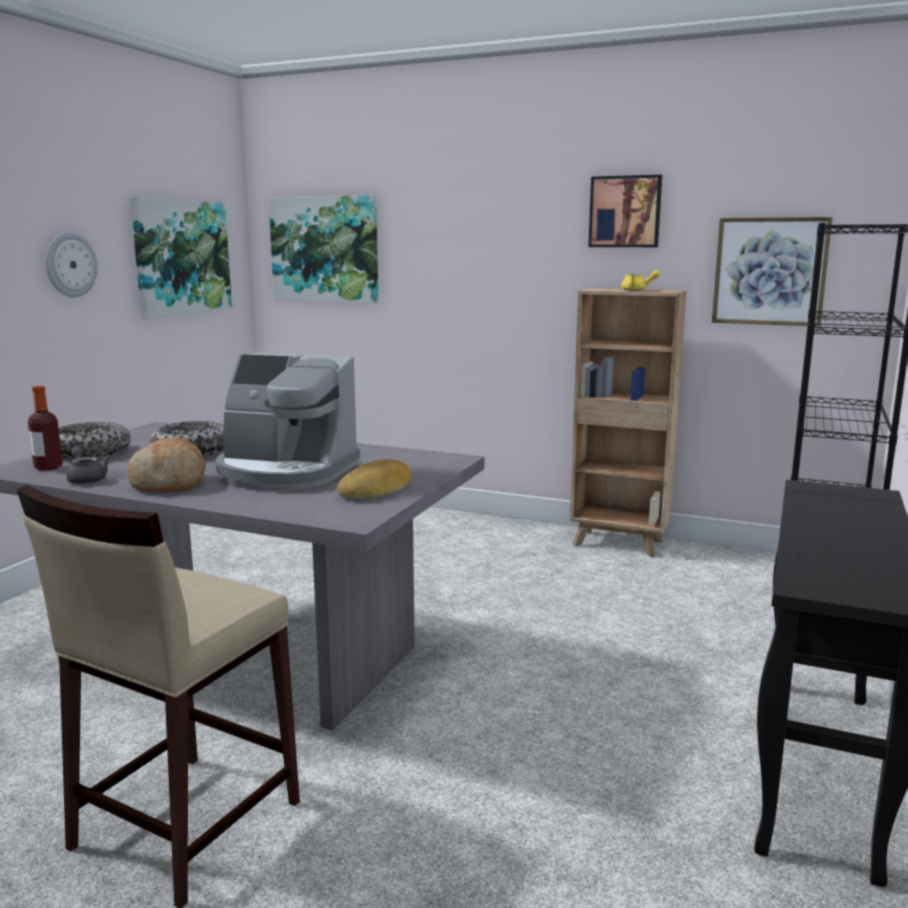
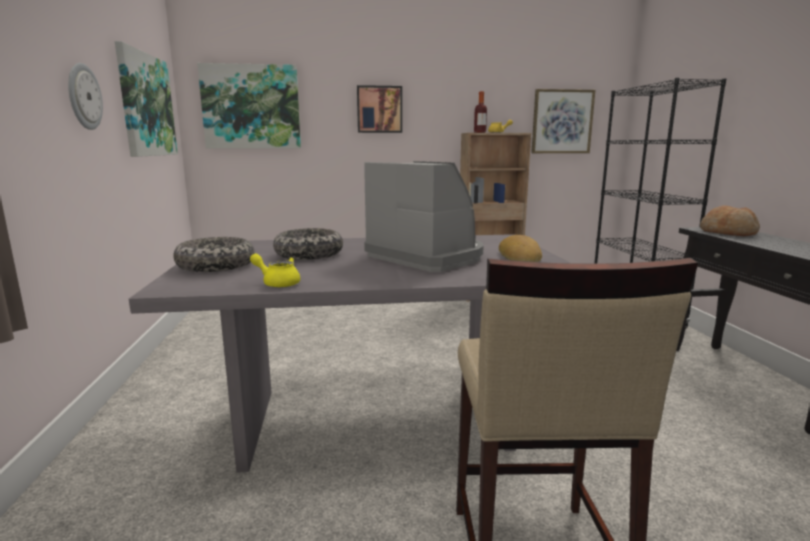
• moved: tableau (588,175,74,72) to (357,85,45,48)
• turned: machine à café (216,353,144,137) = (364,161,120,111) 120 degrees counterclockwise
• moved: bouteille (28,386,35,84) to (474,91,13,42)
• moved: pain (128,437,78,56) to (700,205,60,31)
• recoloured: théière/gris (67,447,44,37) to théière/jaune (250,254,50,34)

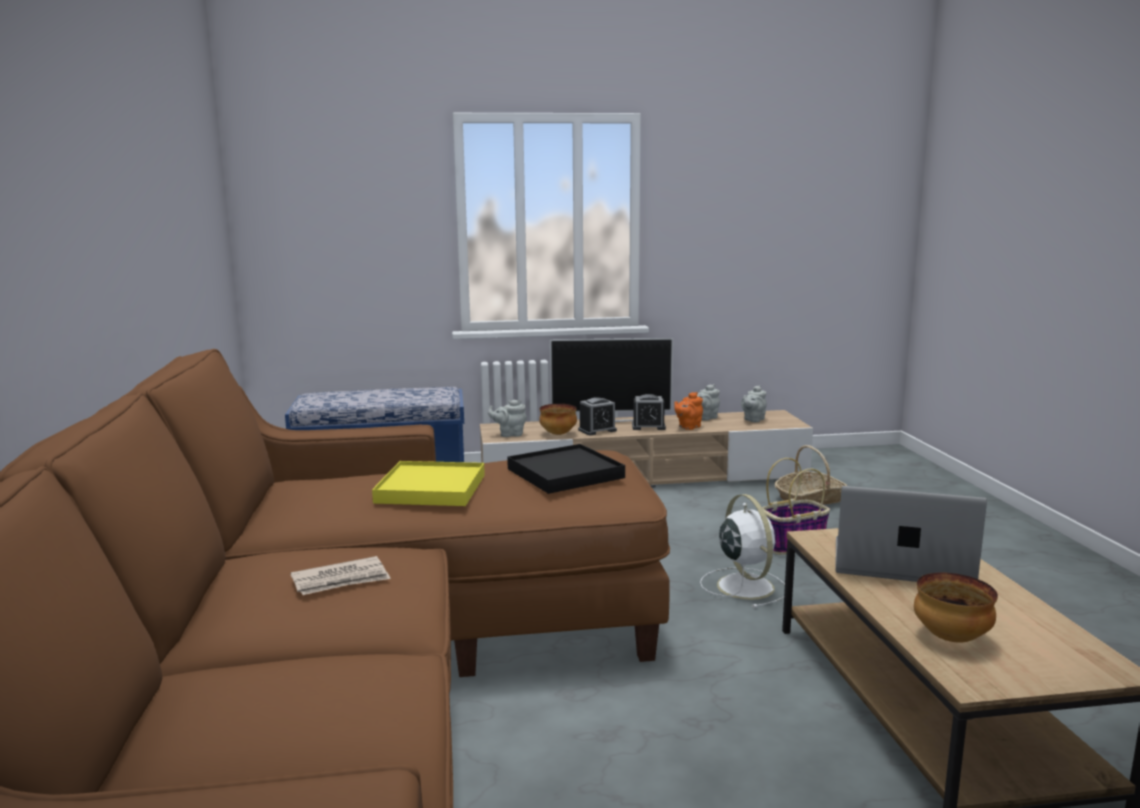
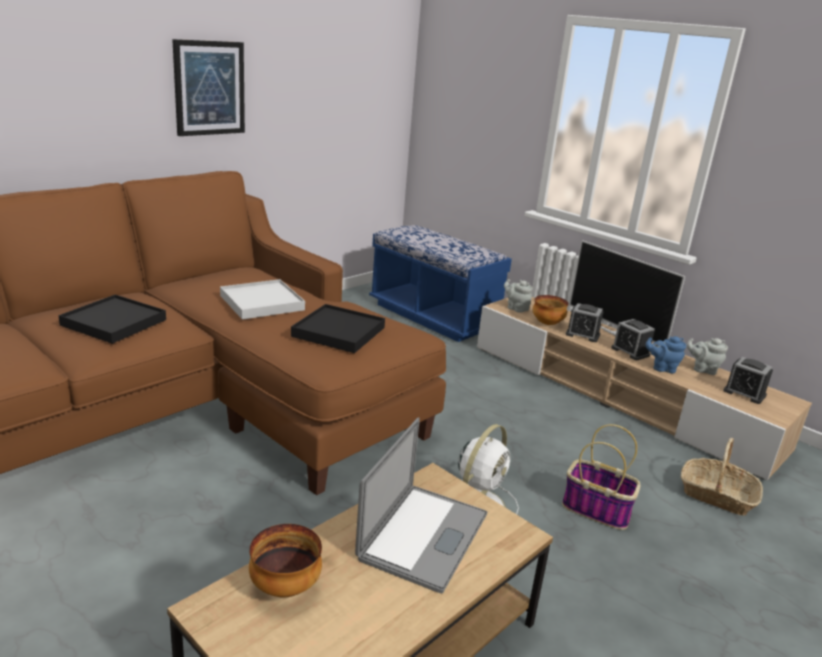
• replaced: théière/gris (741,385,26,37) to réveil (723,357,50,47)
• recoloured: théière/orange (674,392,29,38) to théière/bleu (646,336,40,37)
• recoloured: plateau/jaune (372,461,113,45) to plateau/blanc (220,279,85,41)
• turned: ordinateur portable (836,486,151,96) = (355,417,132,176) 45 degrees clockwise
• replaced: journal (290,556,101,39) to plateau/noir (58,295,108,49)
• added: tableau (172,39,73,97)

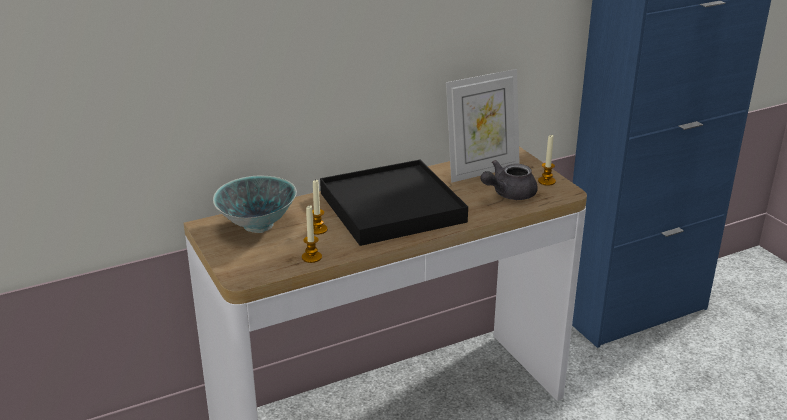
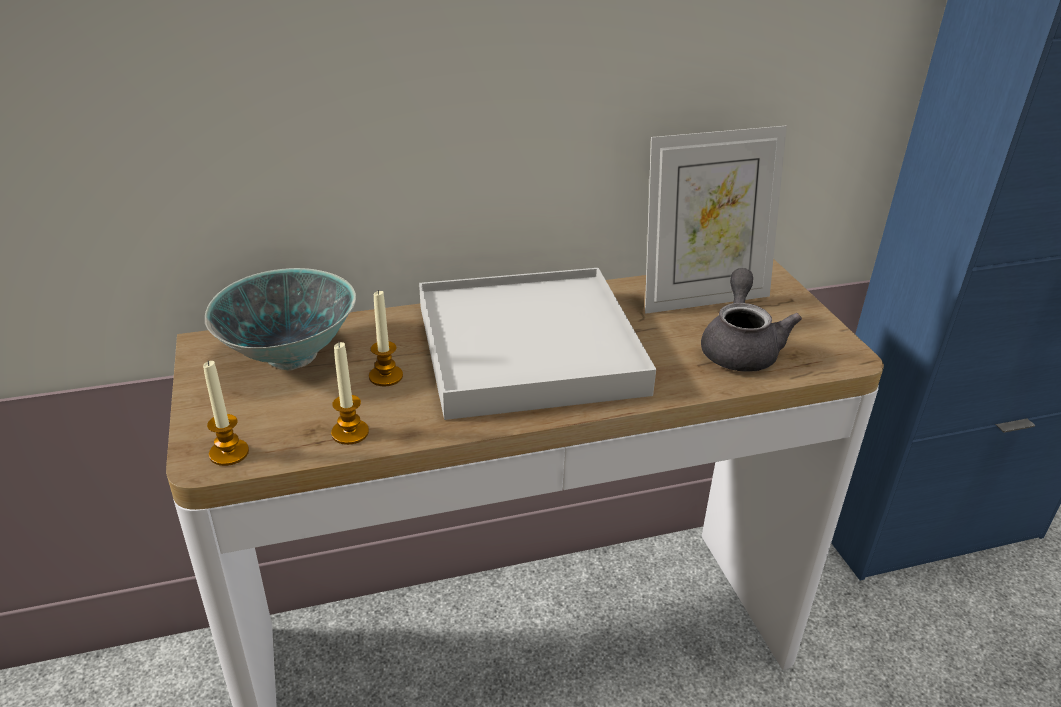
• moved: bougie (538,135,18,51) to (203,361,46,105)
• recoloured: plateau/noir (320,160,148,86) to plateau/blanc (419,268,237,152)
• turned: théière/gris (481,160,57,40) = (701,268,101,104) 120 degrees clockwise

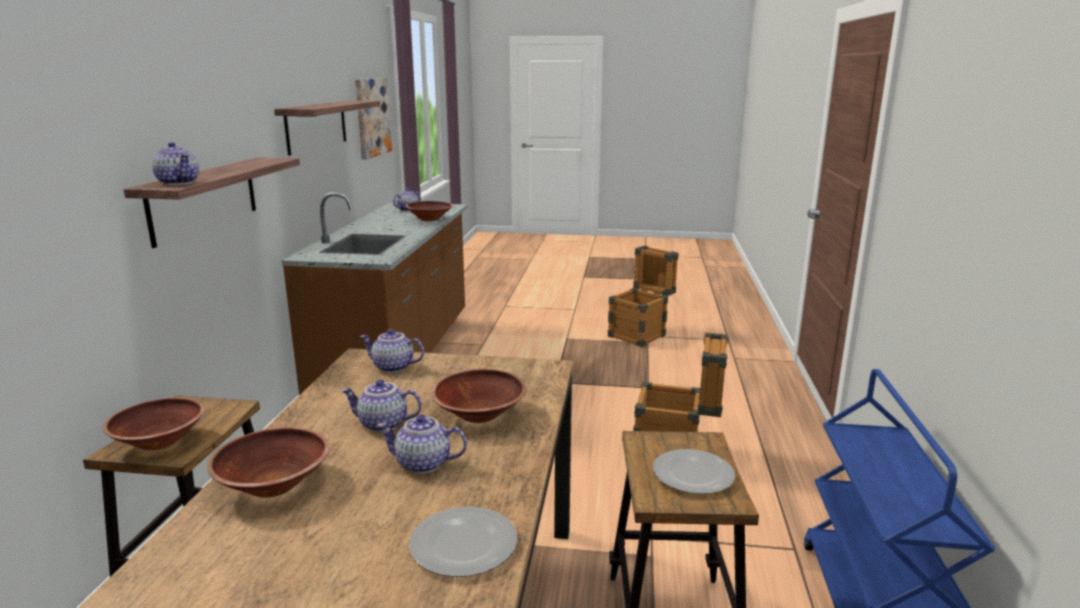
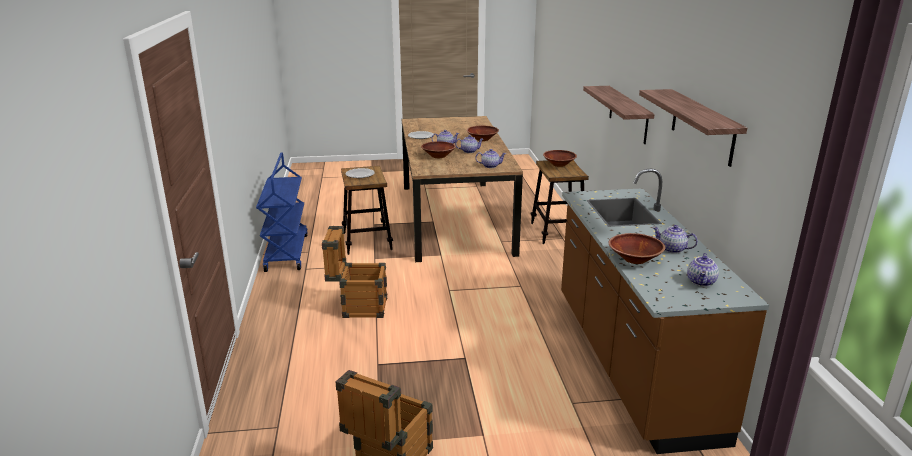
• removed: tableau (355,78,37,81)
• moved: théière (152,142,47,43) to (652,225,46,29)

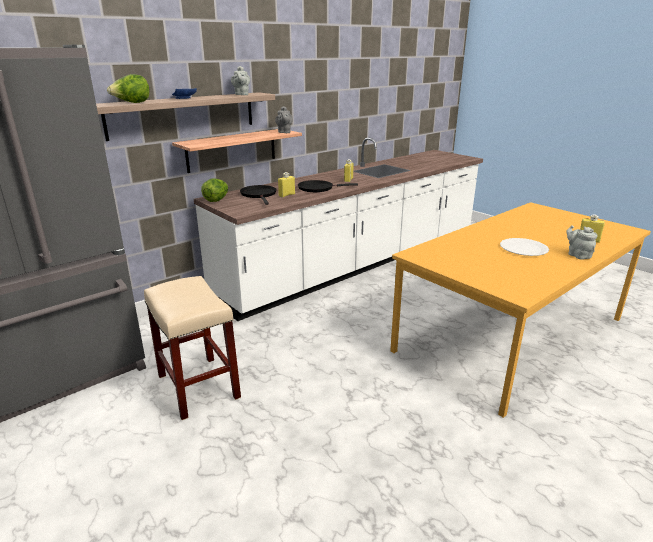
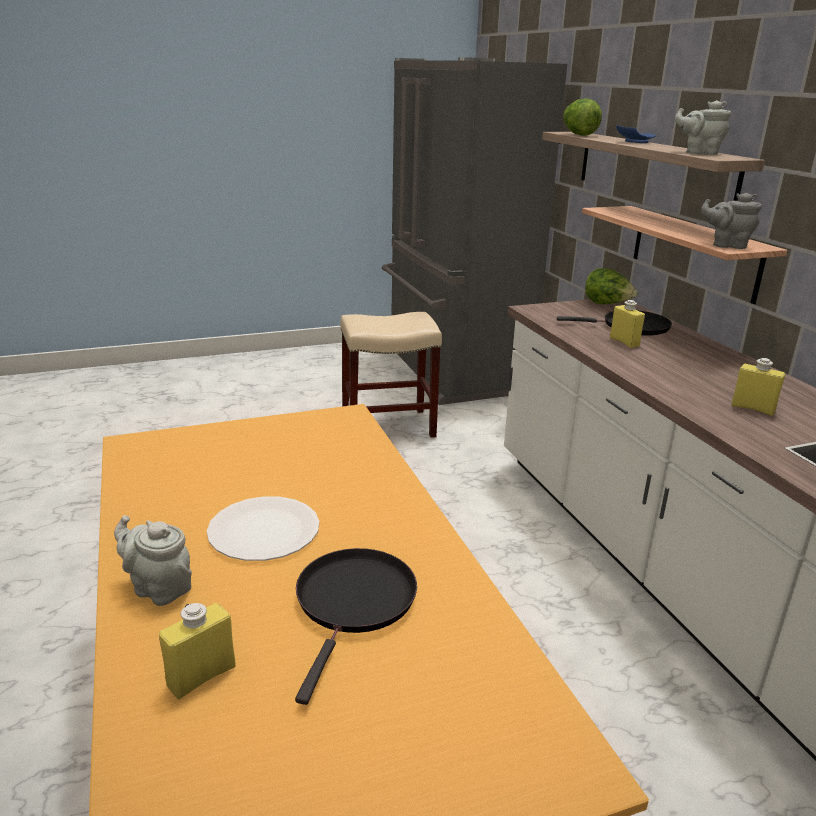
• moved: poêle/noir (298,180,60,12) to (295,548,122,157)
• turned: théière/gris (566,225,32,35) = (114,515,78,91) 150 degrees counterclockwise

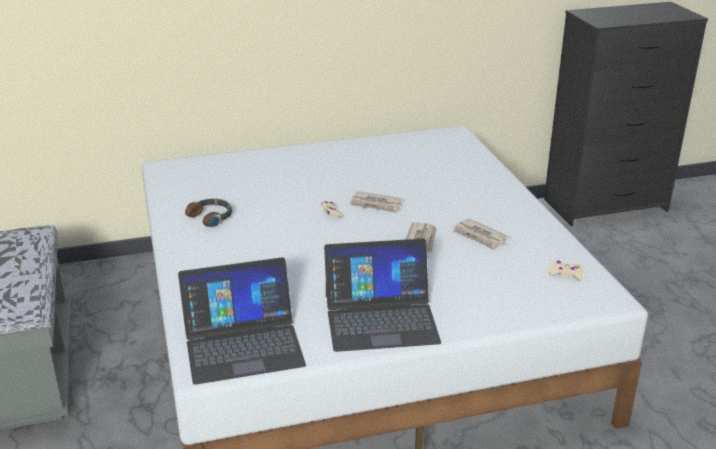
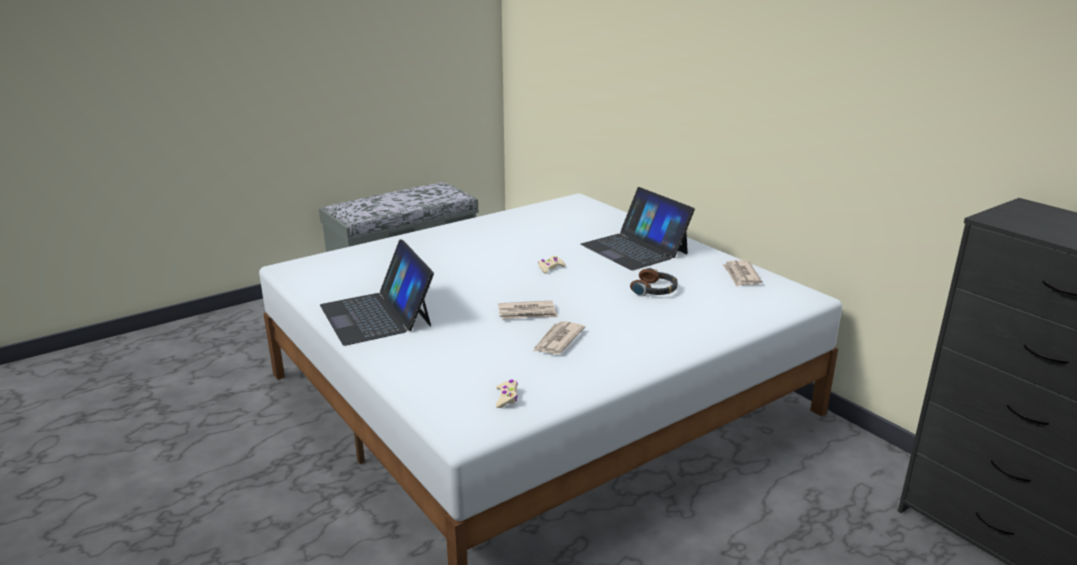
• moved: journal (350,191,53,22) to (722,260,40,27)
• moved: casque audio (185,198,47,29) to (630,268,48,28)
• moved: ordinateur portable (178,257,128,128) to (580,187,115,83)

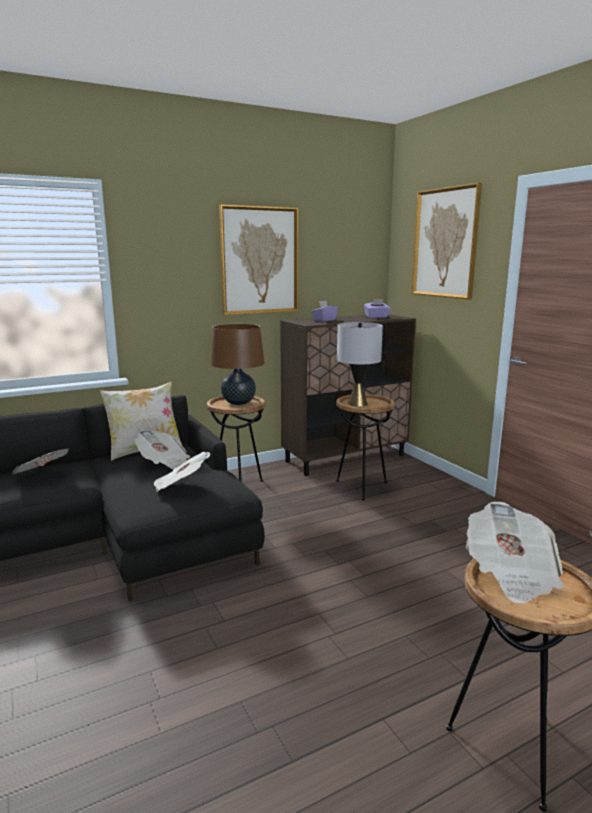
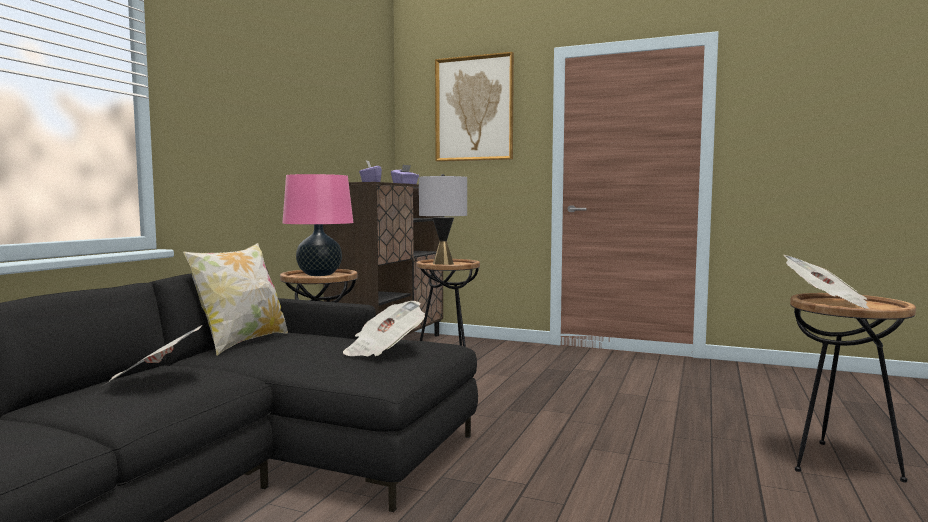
• removed: tableau (219,205,79,110)
• recoloured: lampe de table/marron (210,324,55,81) to lampe de table/rose (282,174,71,102)
• removed: journal (134,430,56,39)

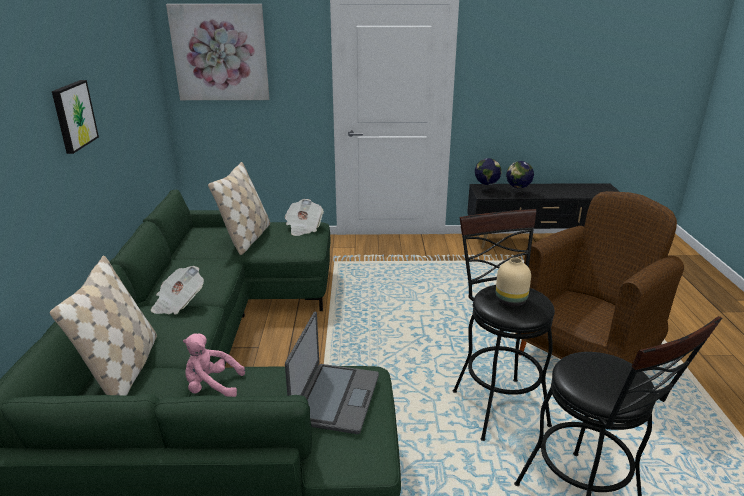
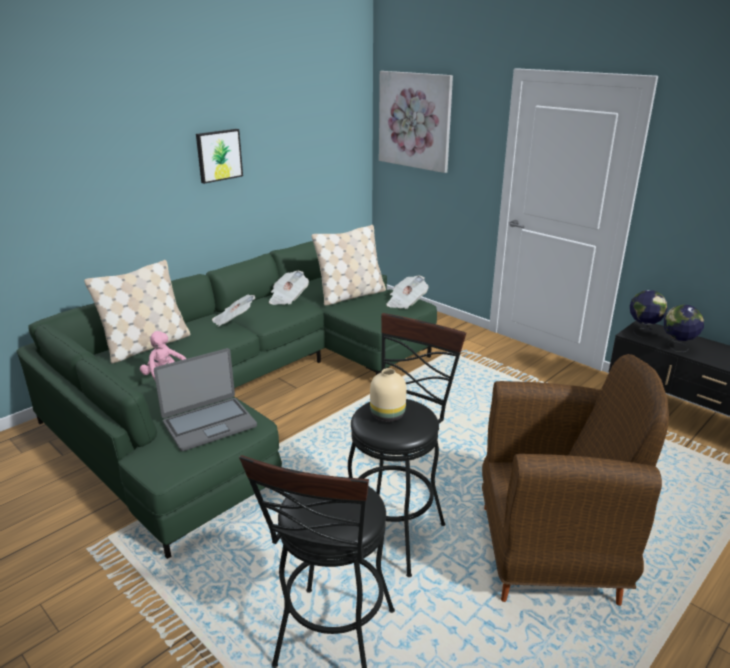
• added: journal (269,271,40,34)

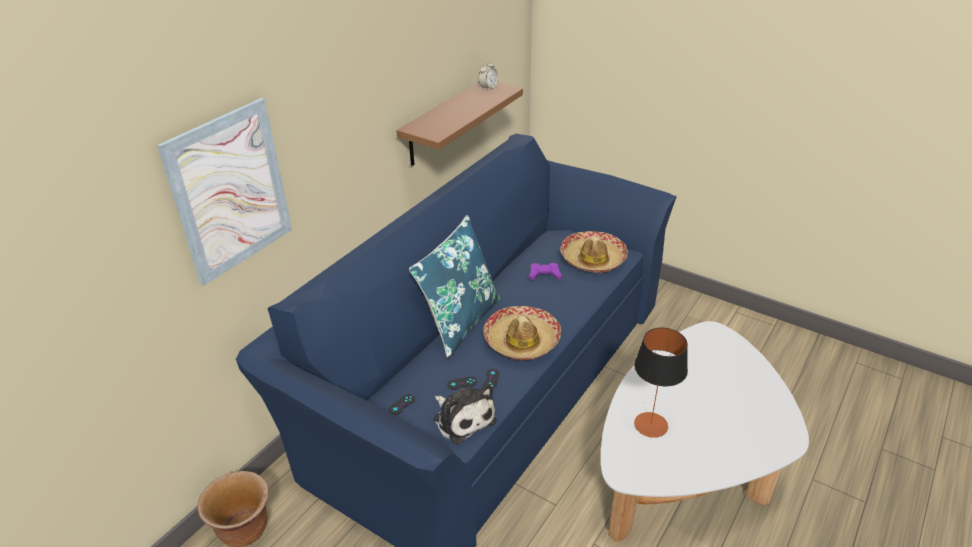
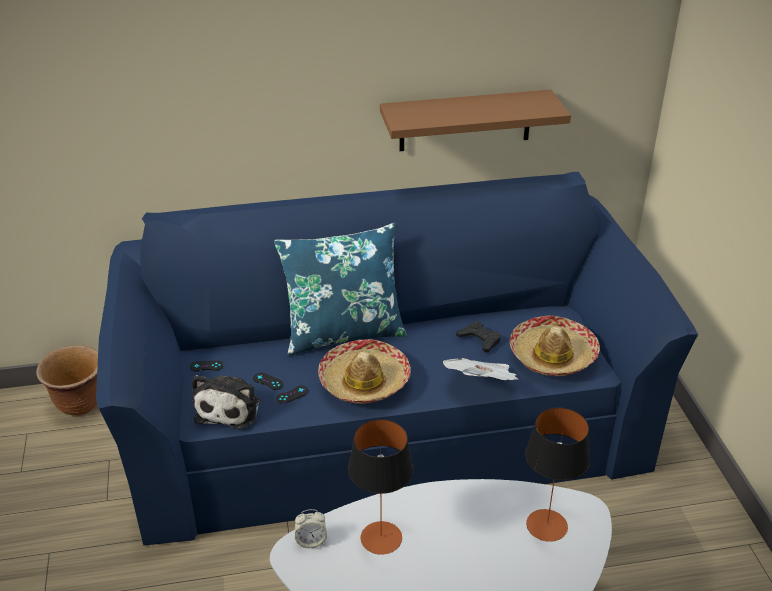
• moved: réveil (478,60,21,30) to (295,509,32,39)
• removed: tableau (157,98,135,188)
• recoloured: manette/violet (529,263,33,17) to manette/noir (456,321,45,31)
• added: journal (443,358,76,22)
• added: lampe de table (525,407,65,135)

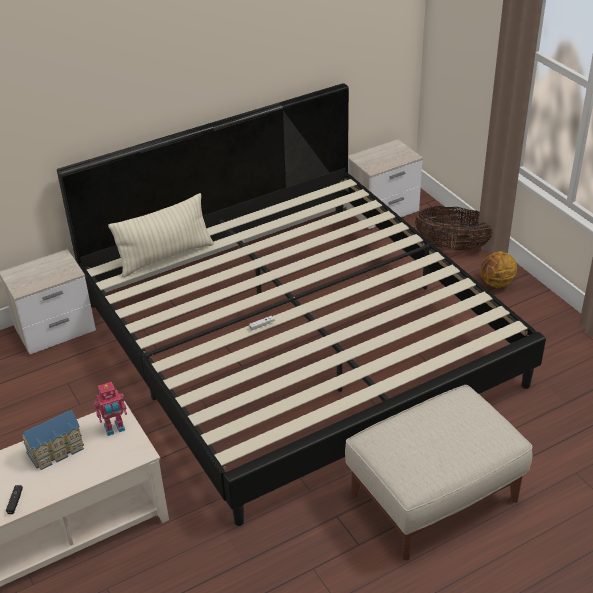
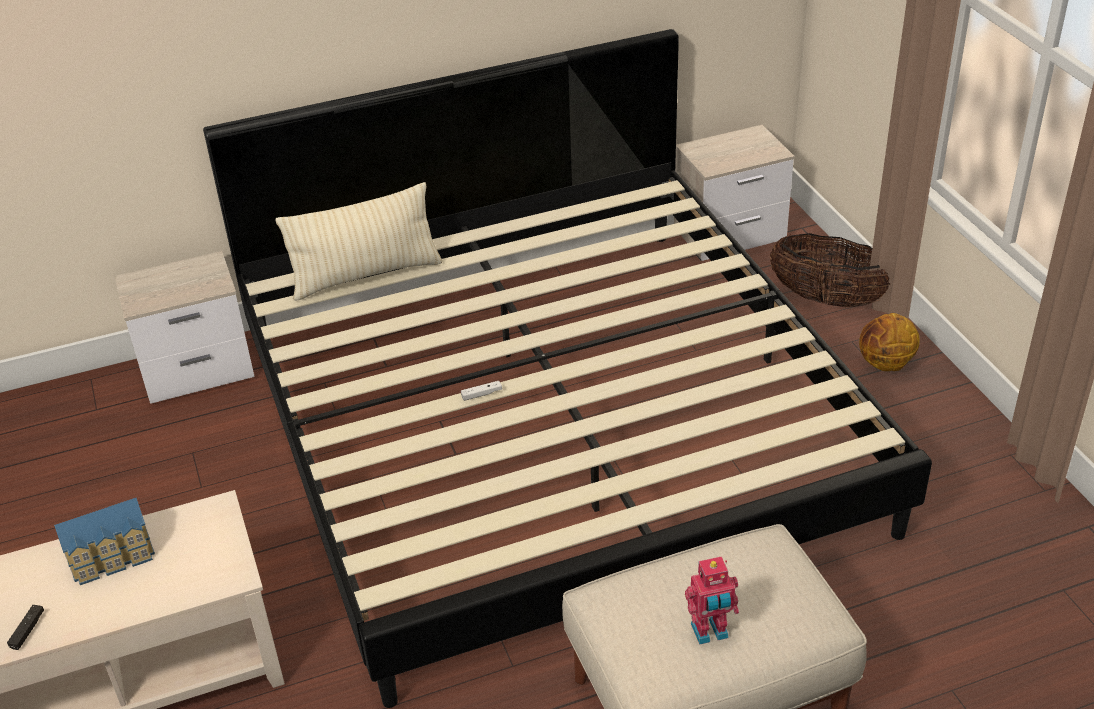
• moved: robot jouet (94,382,33,54) to (685,556,54,89)

